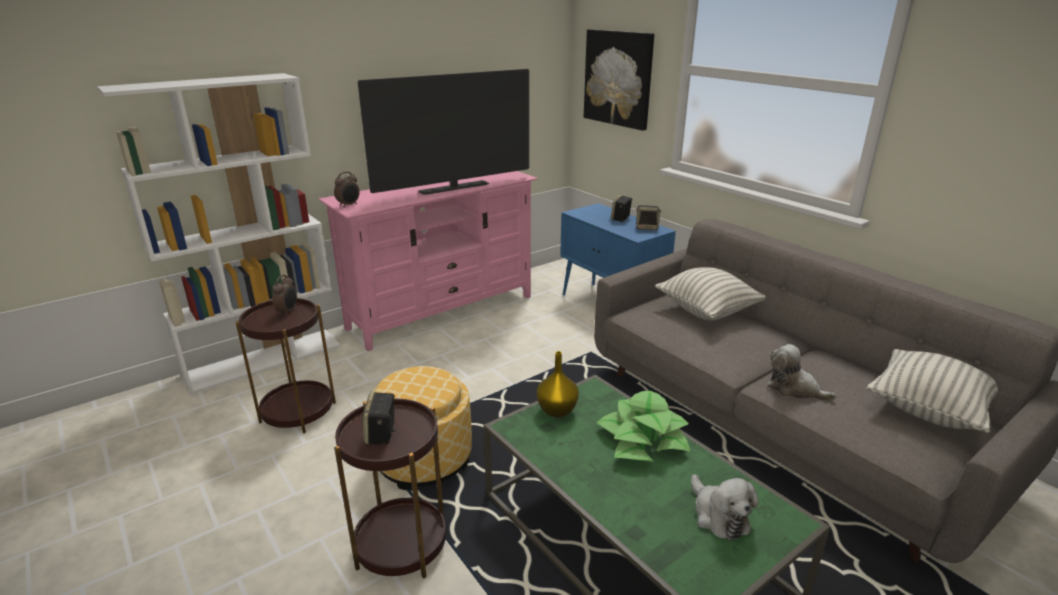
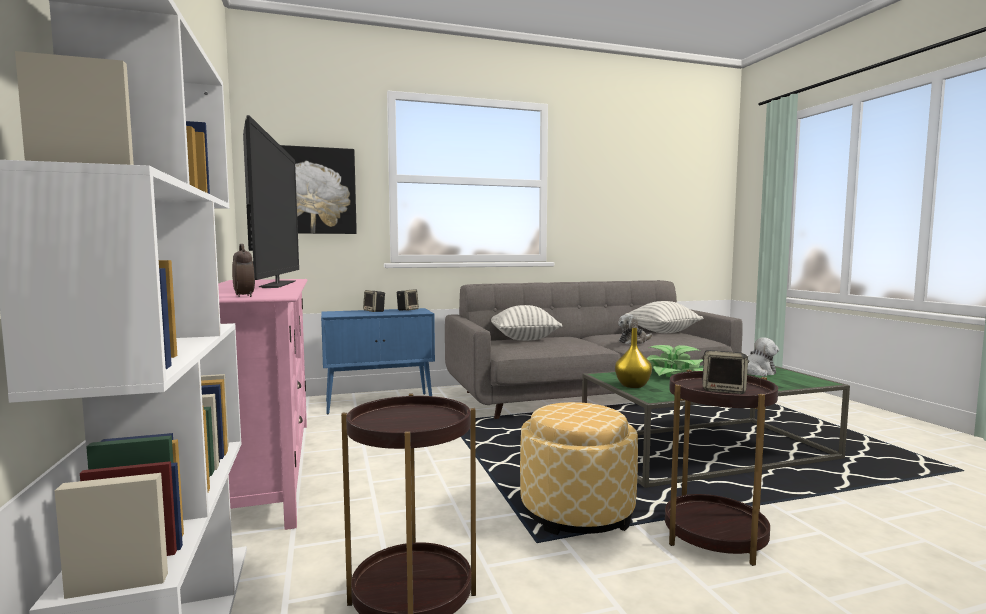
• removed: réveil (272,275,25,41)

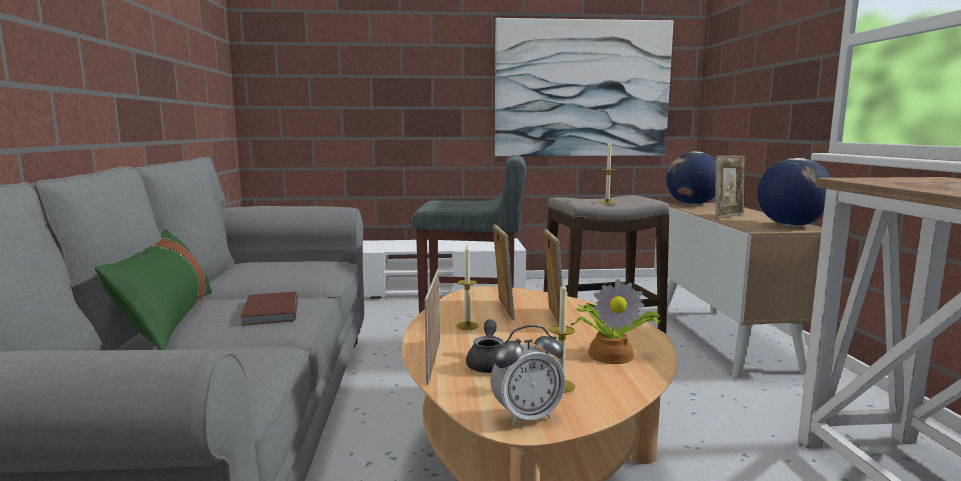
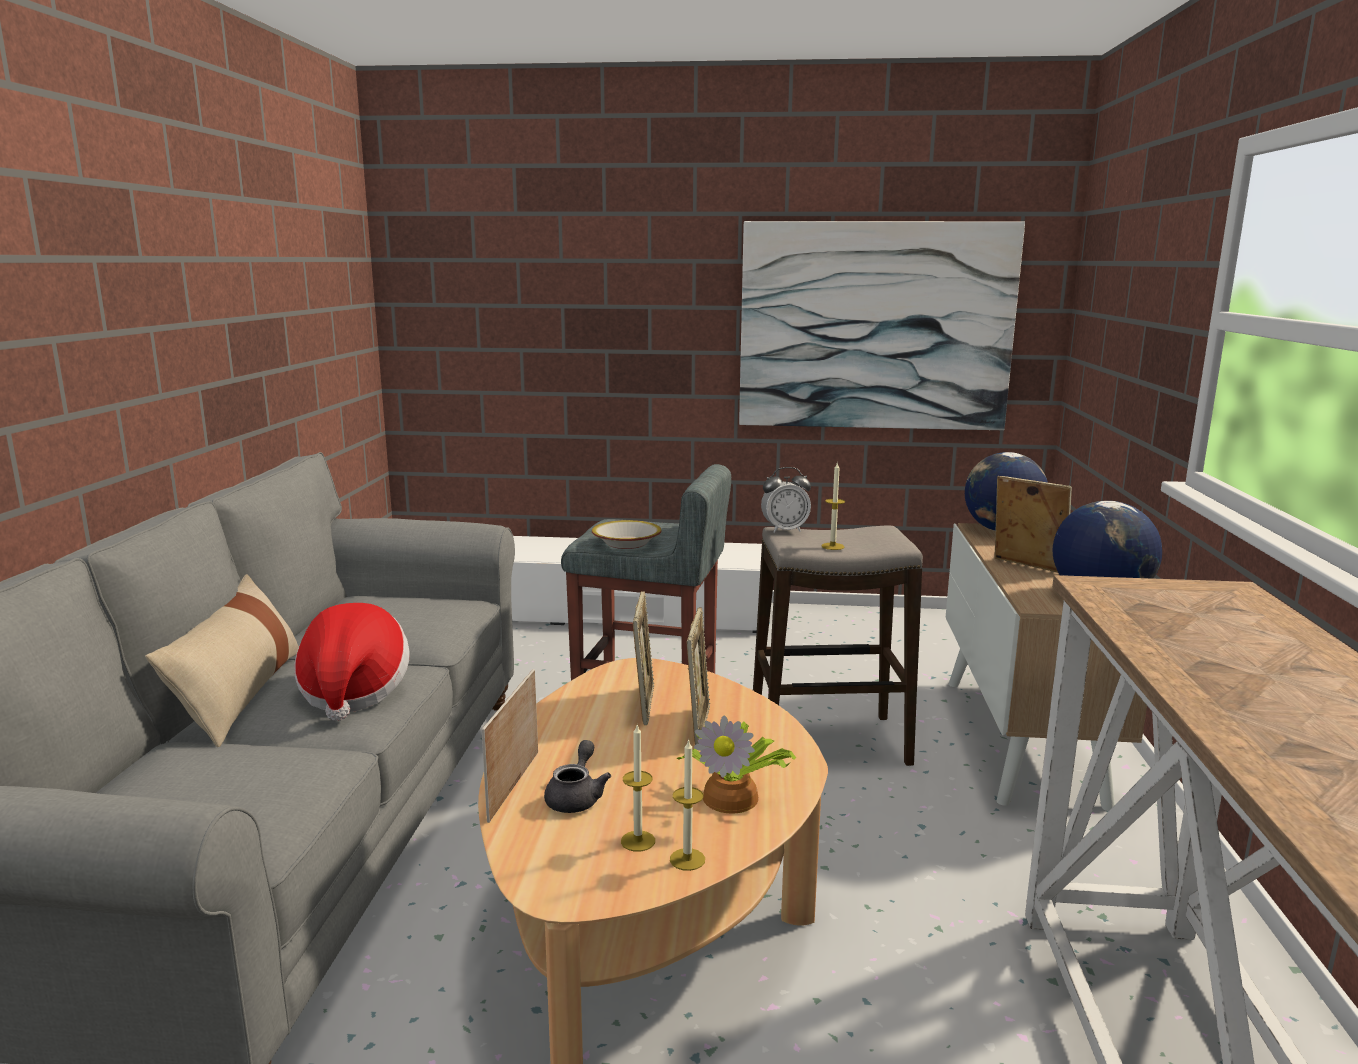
• turned: cadre photo (715,156,30,63) = (994,476,78,97) 105 degrees counterclockwise
• recoloured: coussin/vert (95,229,117,121) to coussin/beige (145,574,154,173)
• moved: bougie (456,245,23,85) to (670,739,35,132)
• replaced: livre/marron (240,291,58,35) to chapeau (294,603,116,118)
• moved: réveil (490,325,75,101) to (761,467,50,66)
• added: bol (592,520,69,29)

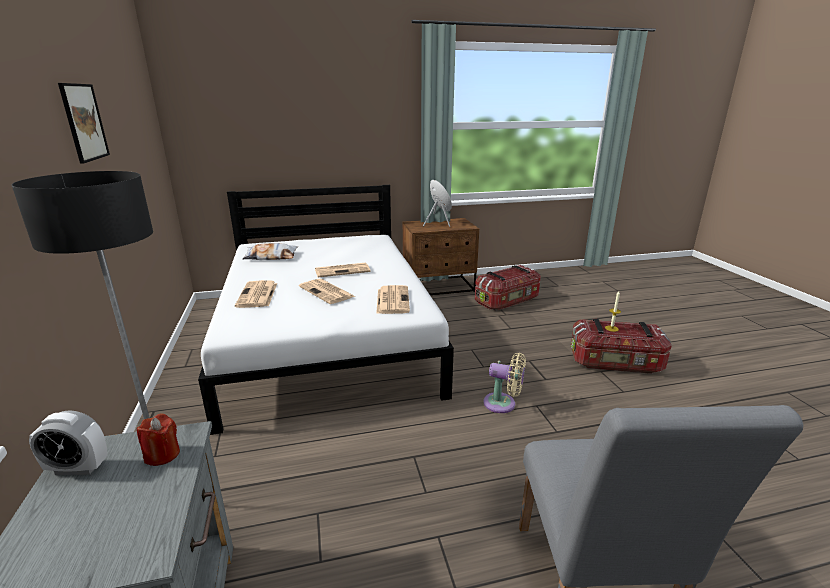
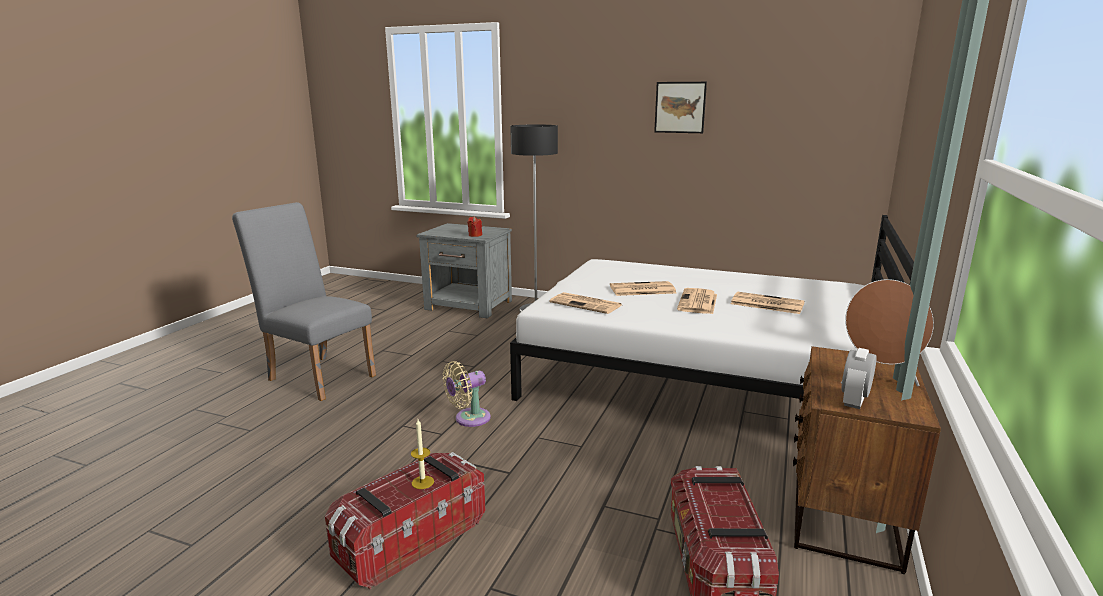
• removed: coussin (243,243,55,17)
• moved: journal (235,280,42,28) to (731,292,74,22)
• moved: réveil (29,410,79,65) to (841,348,36,61)

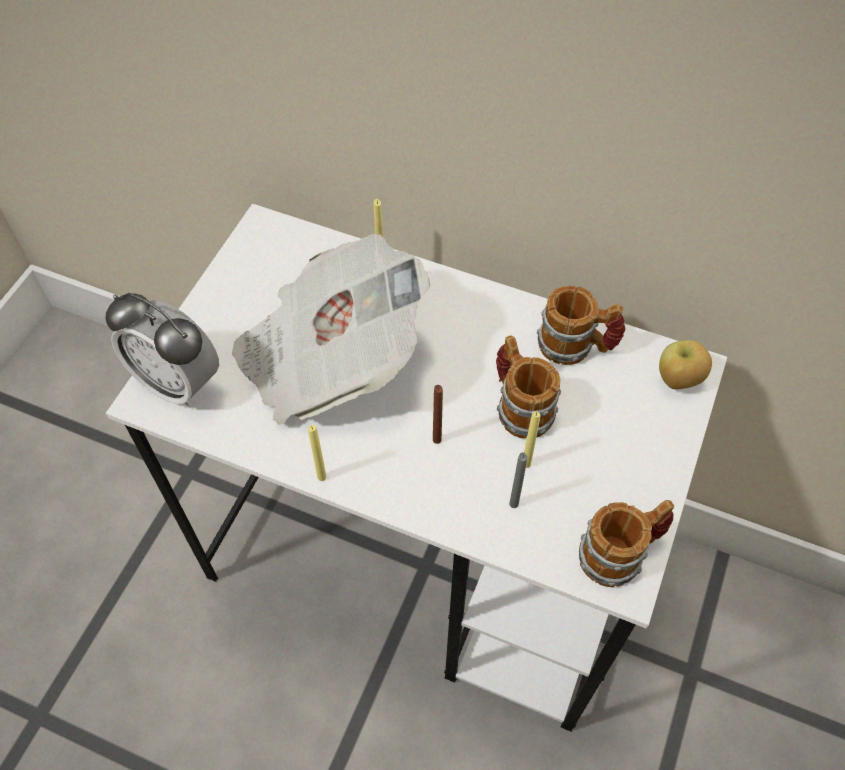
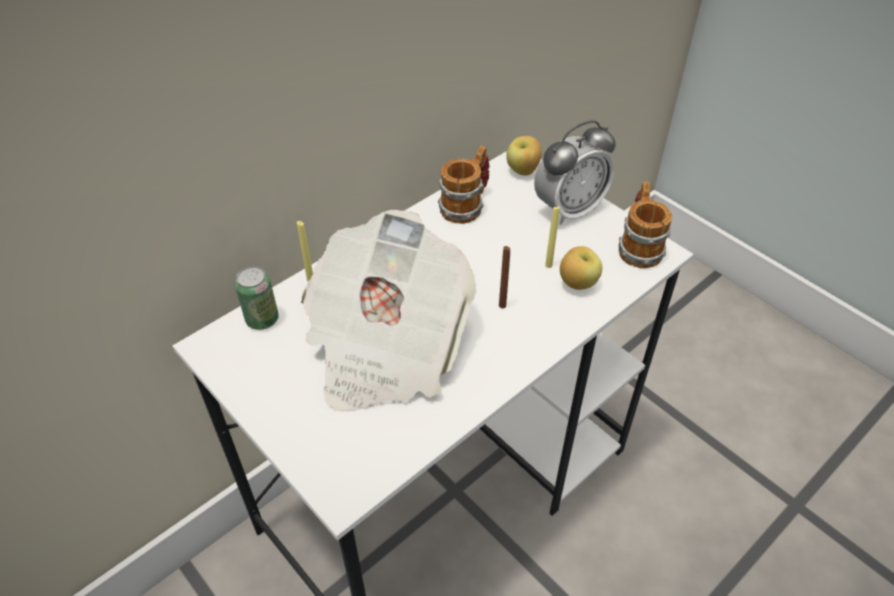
• moved: réveil (106,293,113,115) to (534,120,82,105)
• removed: mug (496,335,65,104)
• removed: bougie/jaune (308,425,19,56)
• replaced: bougie/gris (509,452,18,56) to pomme (560,246,42,44)
• added: boîte métallique (235,266,44,64)

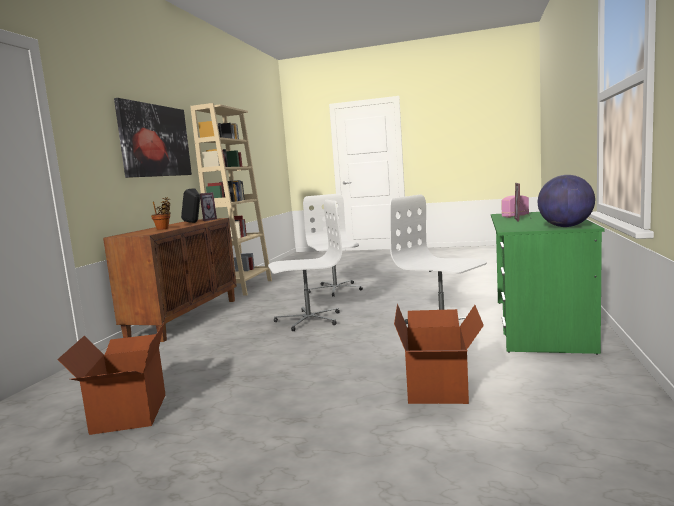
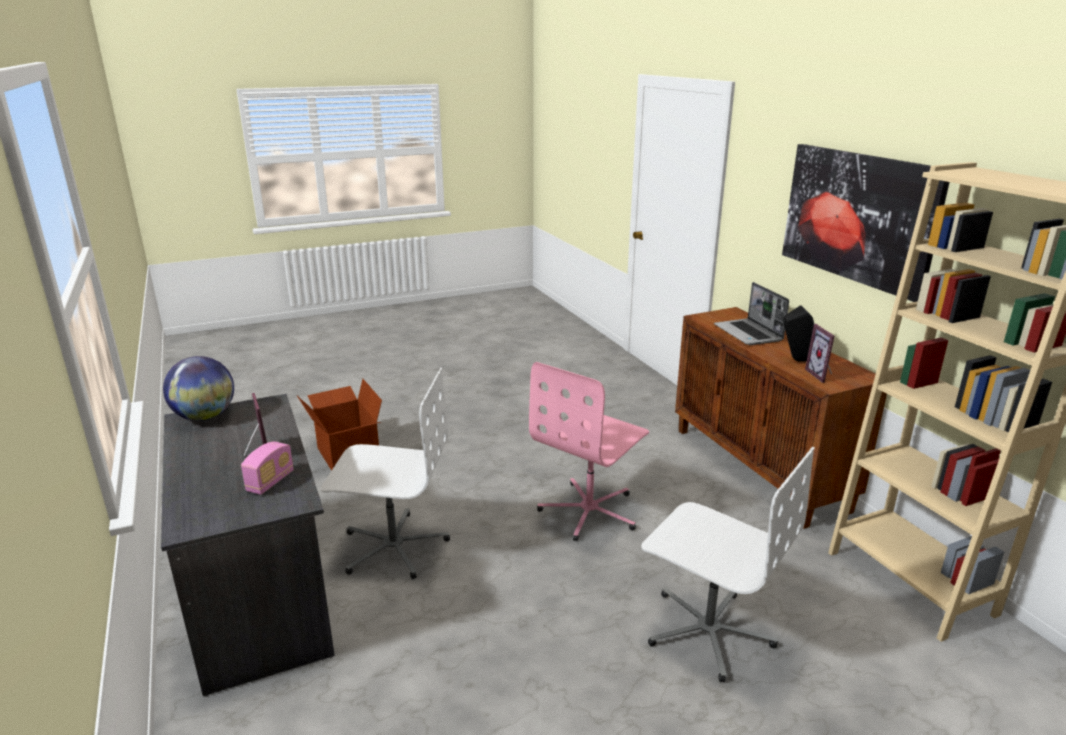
• replaced: plante en pot (151,197,20,33) to ordinateur portable (714,282,75,63)
• recoloured: chaise de bureau/blanc (268,200,74,131) to chaise de bureau/rose (529,362,120,179)
• recoloured: bureau/vert (491,212,113,143) to bureau/gris (161,394,174,302)
• removed: carton (57,323,108,112)

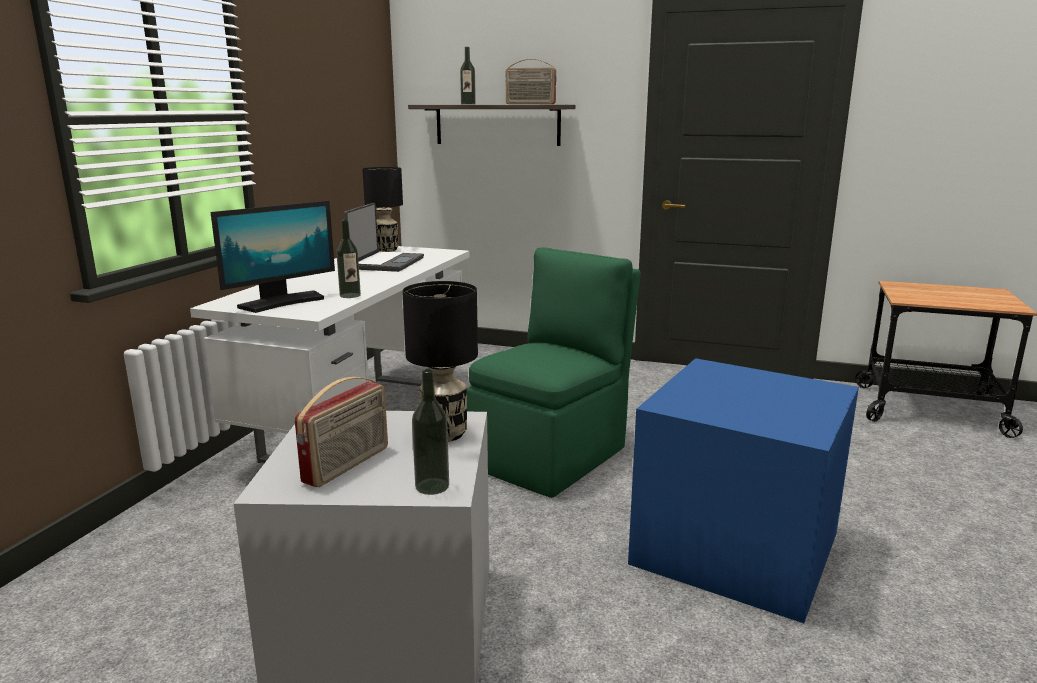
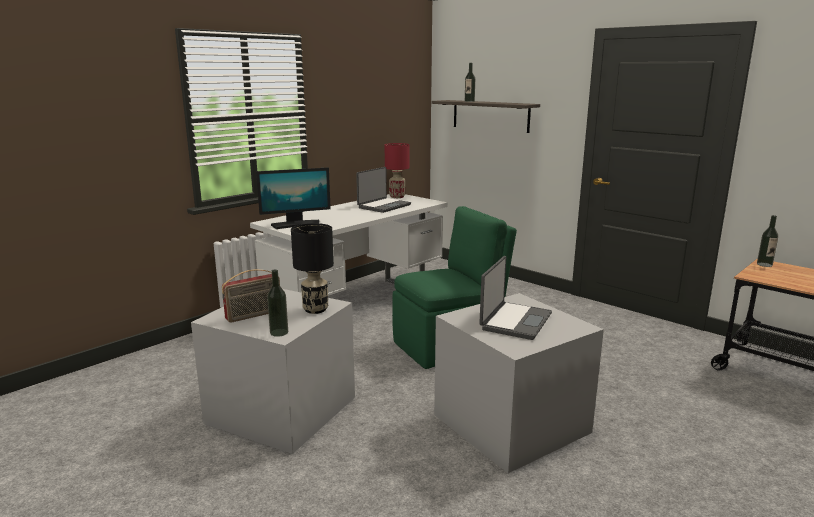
• removed: radio (505,59,52,45)
• recoloured: lampe de table/noir (362,167,41,85) to lampe de table/rouge (385,143,24,55)
• moved: bouteille (336,220,25,78) to (757,215,21,52)
• recoloured: boîte de rangement/bleu (628,358,231,265) to boîte de rangement/gris (434,293,170,180)
• added: ordinateur portable (479,256,73,84)

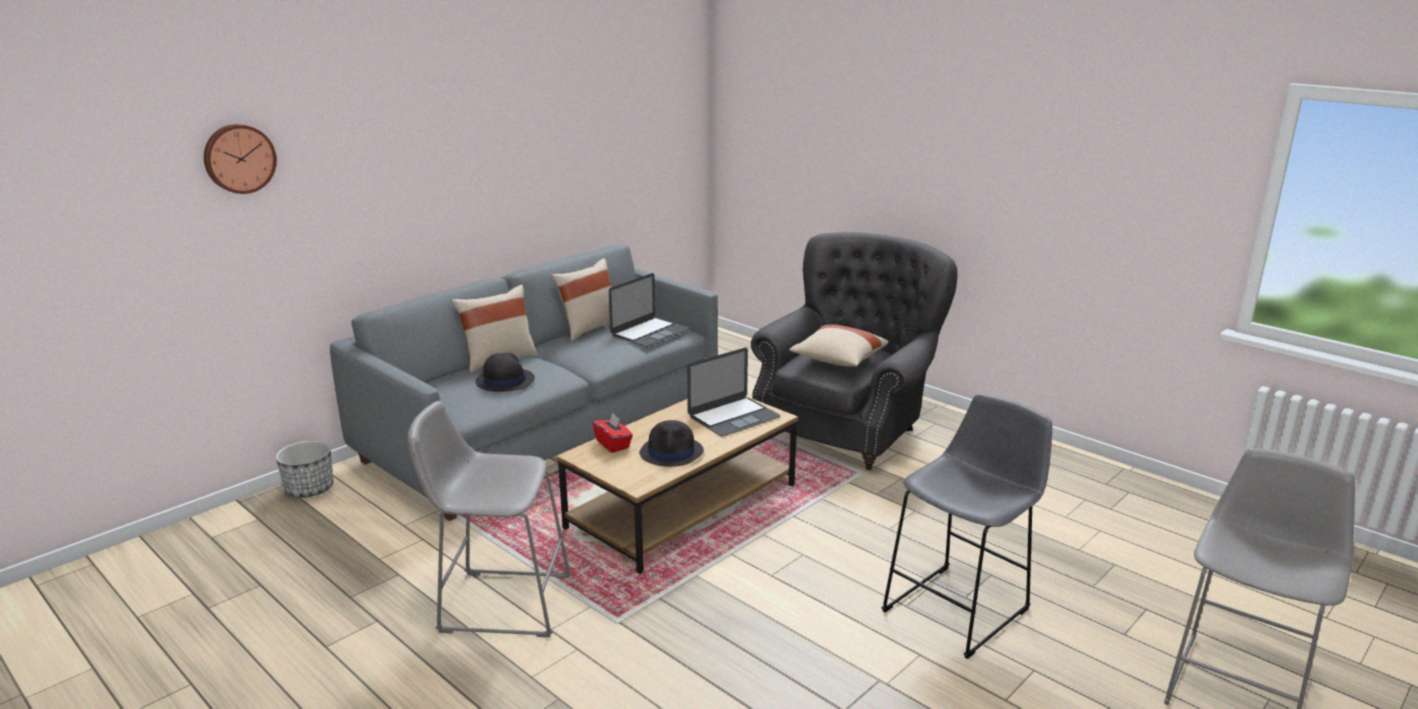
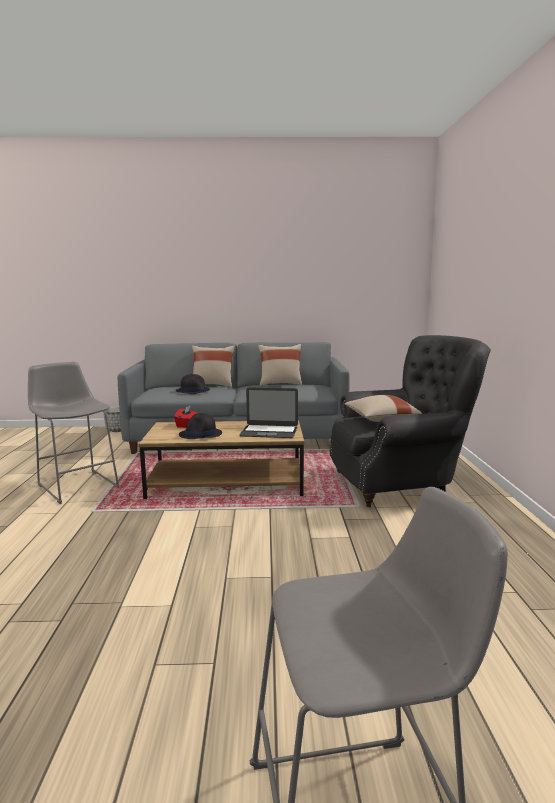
• removed: horloge murale (204,124,73,70)
• removed: ordinateur portable (609,273,80,74)
• removed: tabouret/gris (881,394,171,265)

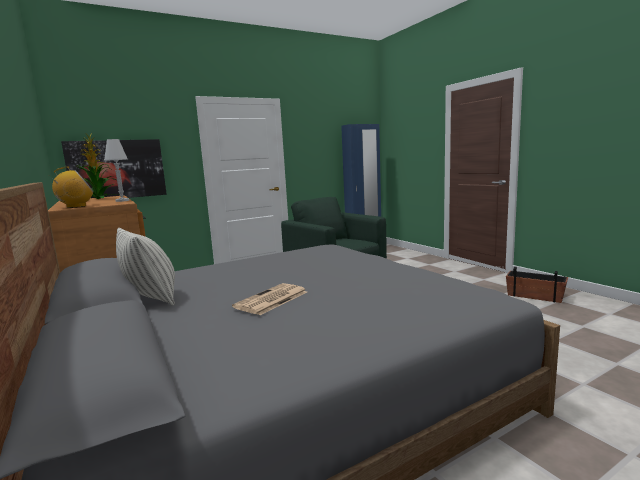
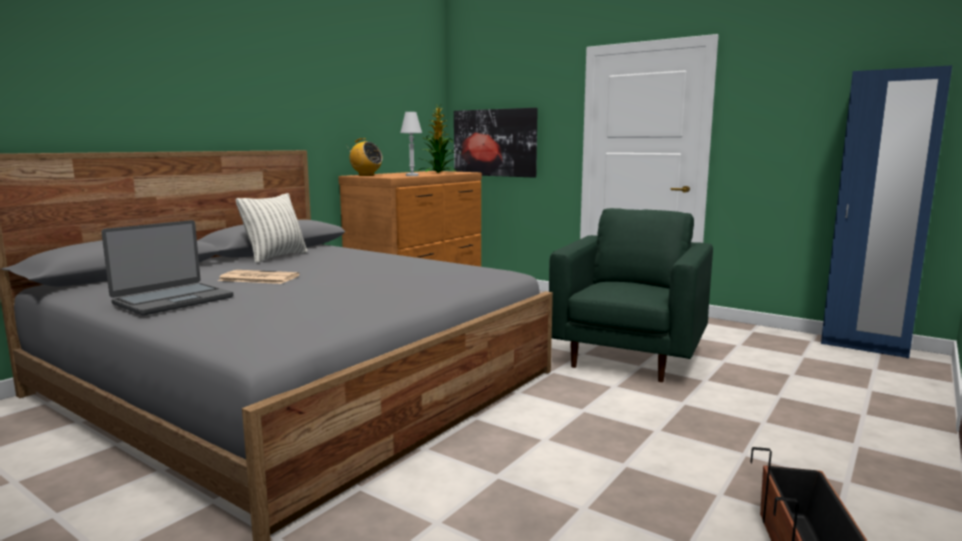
• added: ordinateur portable (101,220,132,95)

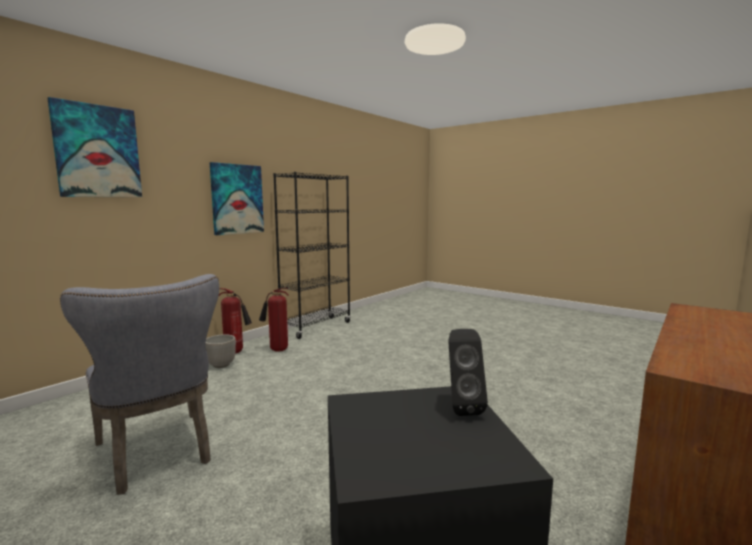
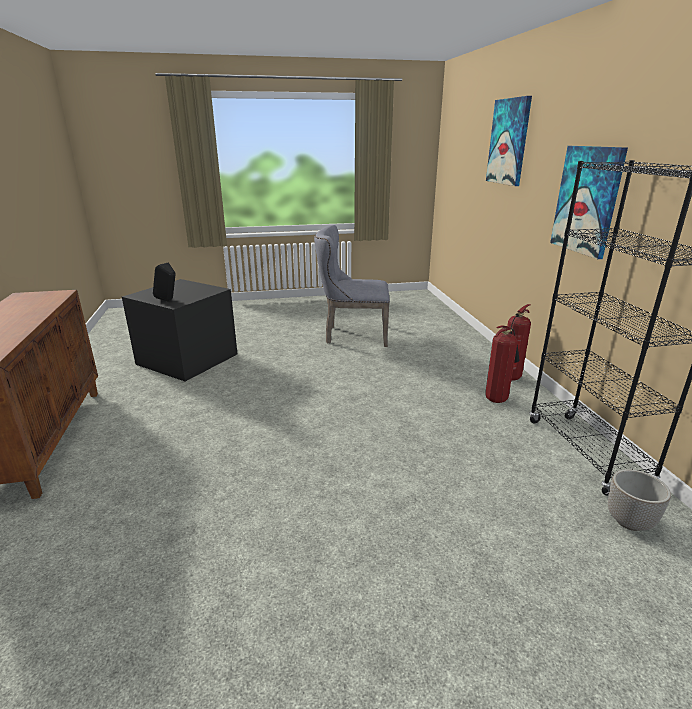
• moved: cache-pot (205,334,31,34) to (608,469,63,62)

